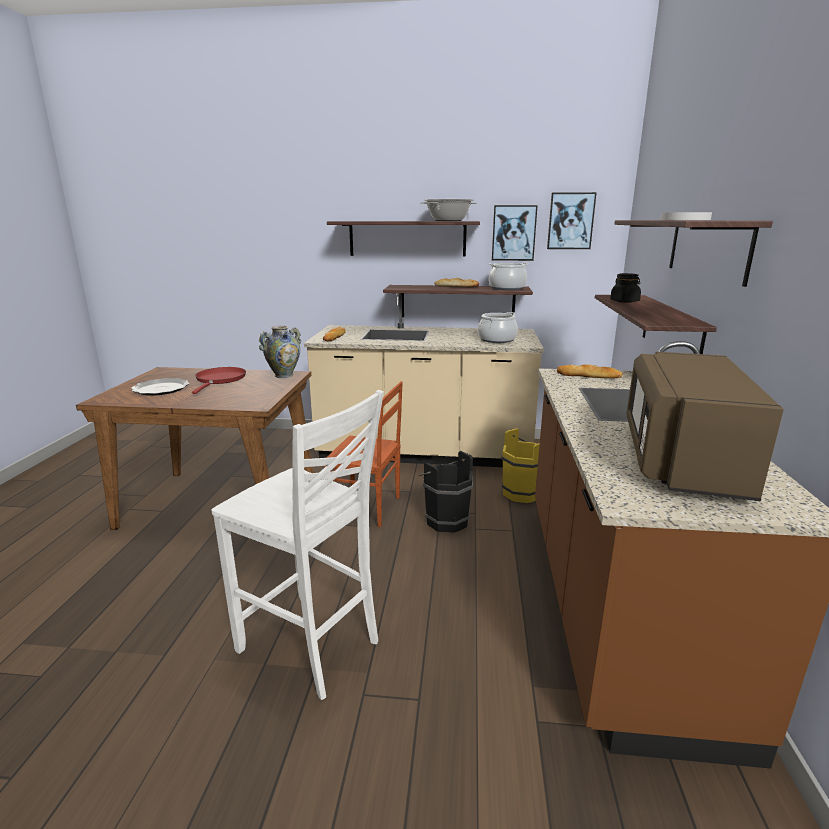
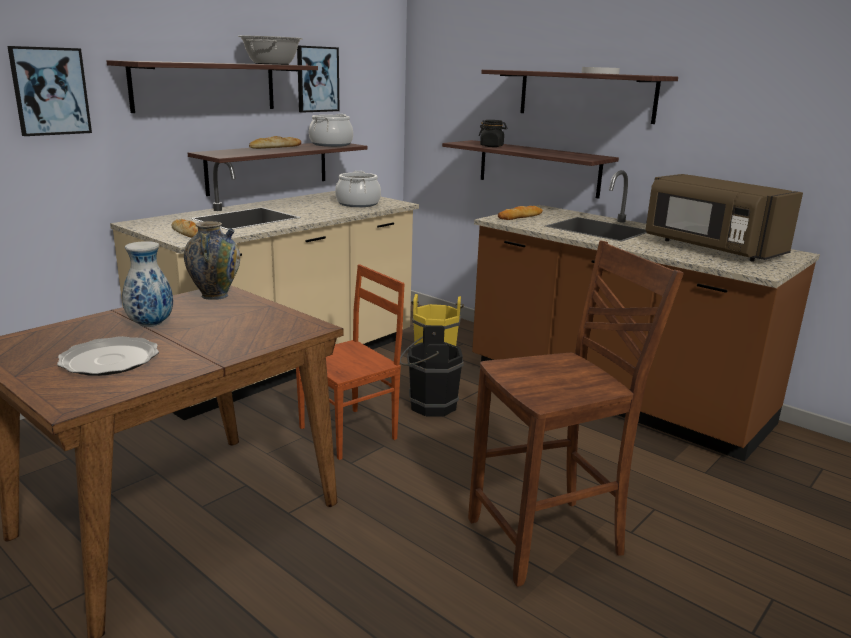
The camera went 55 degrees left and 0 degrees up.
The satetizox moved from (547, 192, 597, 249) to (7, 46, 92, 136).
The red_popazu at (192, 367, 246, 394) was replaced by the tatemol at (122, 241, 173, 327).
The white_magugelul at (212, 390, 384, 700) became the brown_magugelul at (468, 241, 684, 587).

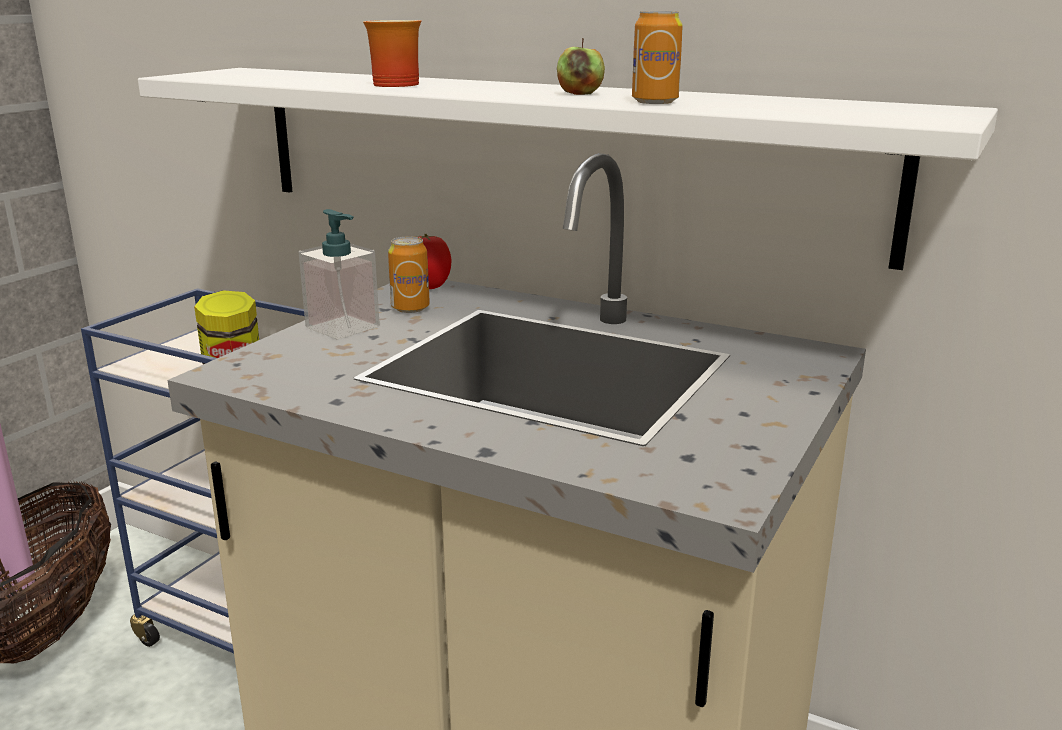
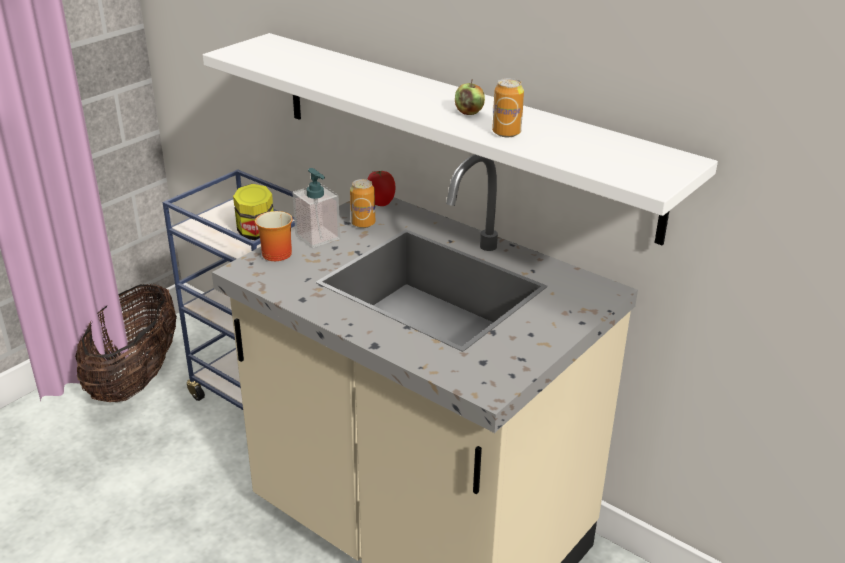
The camera went 10 degrees right and 10 degrees up.
The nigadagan moved from (363, 20, 421, 87) to (255, 211, 293, 261).

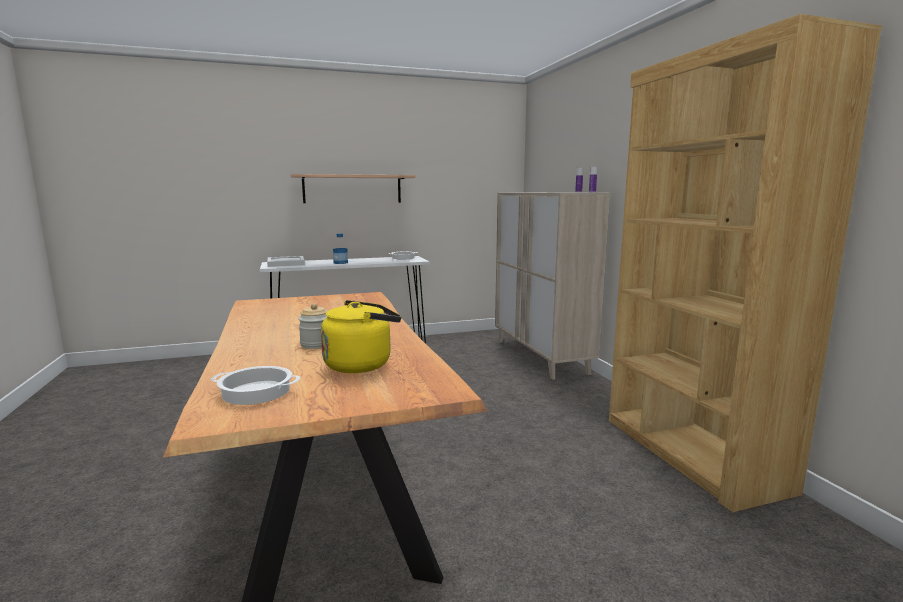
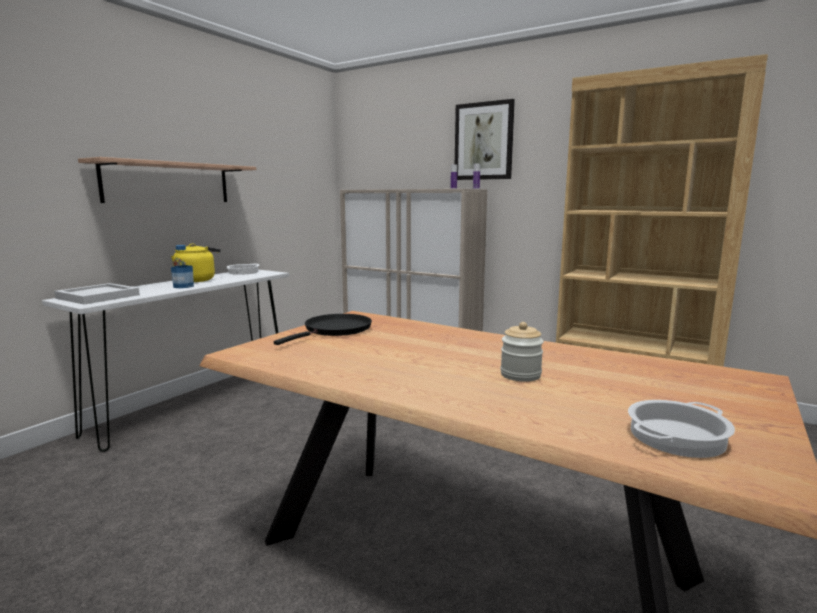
The camera went 40 degrees left and 0 degrees up.
The black_popazu at (274, 314, 372, 345) appeared.
The satetizox at (455, 99, 515, 180) appeared.
The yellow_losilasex moved from (321, 300, 401, 373) to (171, 244, 221, 282).

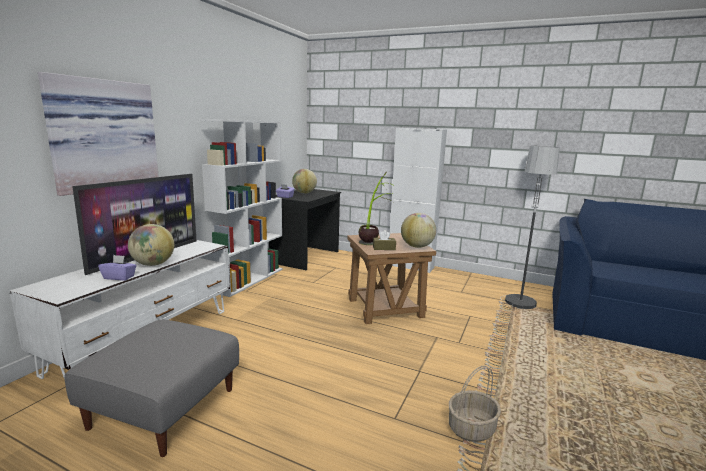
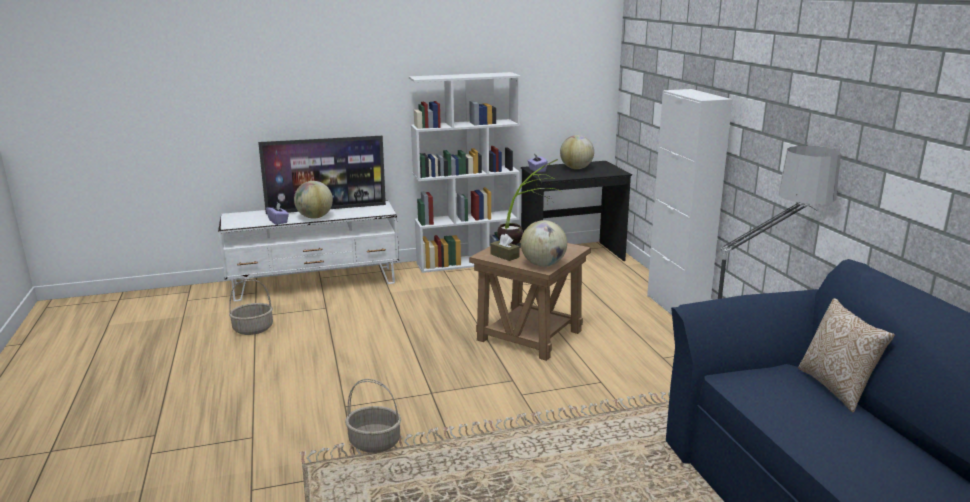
The camera went 50 degrees right and 5 degrees up.
The satetizox at (38, 72, 159, 196) disappeared.
The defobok at (798, 298, 895, 412) appeared.
The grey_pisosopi at (64, 319, 239, 457) was replaced by the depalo at (229, 279, 273, 335).

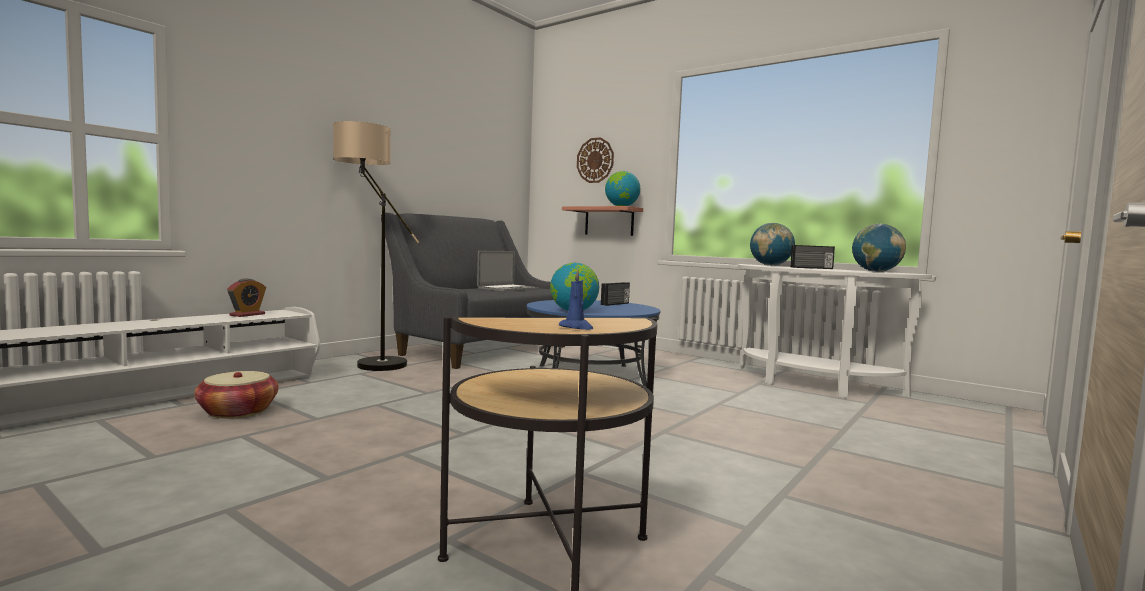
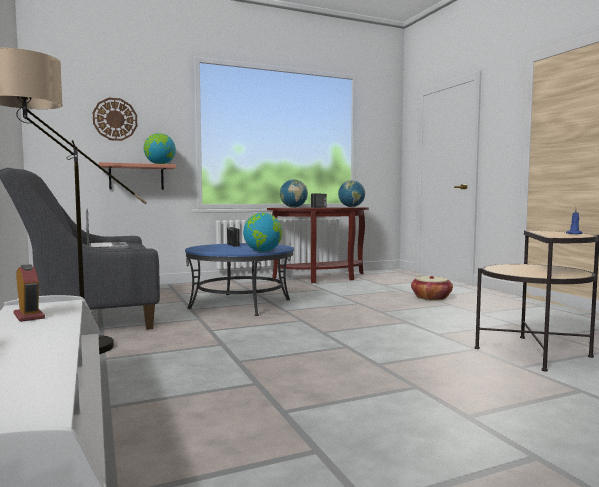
The camera went 60 degrees left and 0 degrees up.
The depalo moved from (194, 371, 279, 419) to (411, 276, 453, 301).
The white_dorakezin at (738, 264, 932, 398) became the brown_dorakezin at (267, 207, 369, 283).

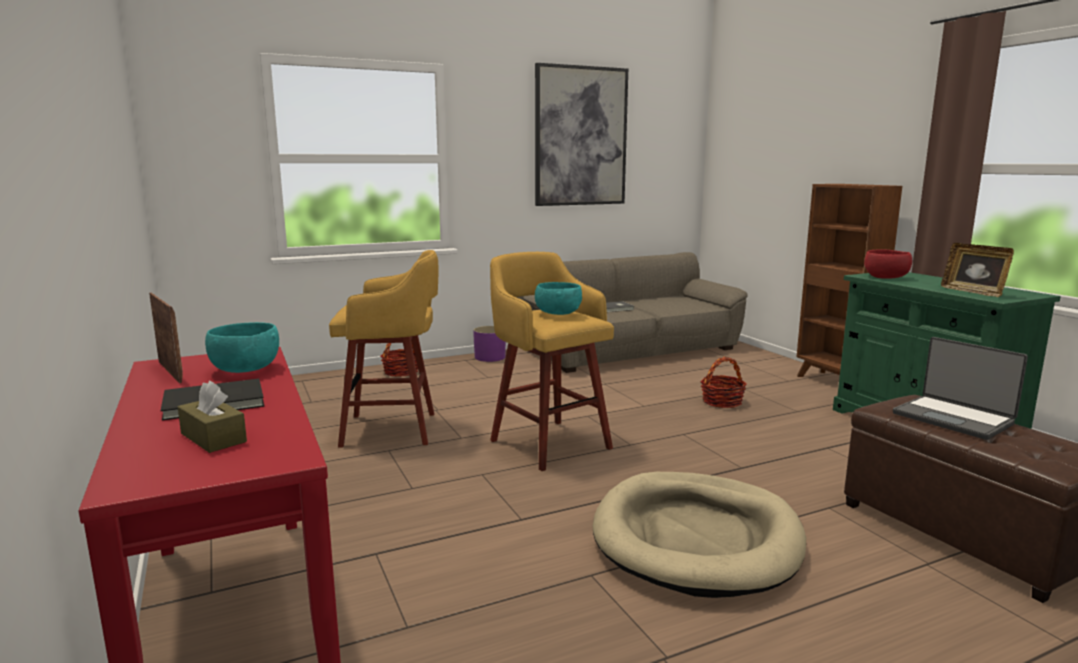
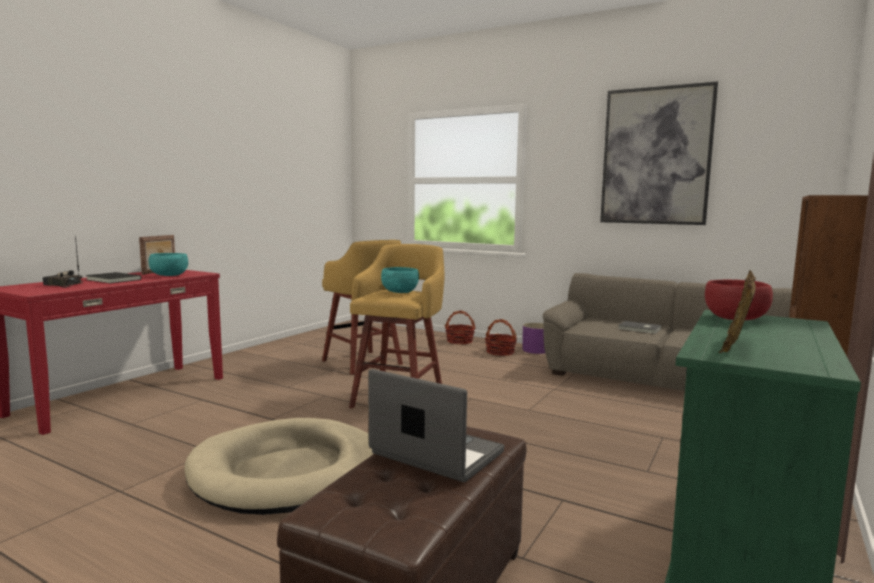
The camera went 55 degrees right and 5 degrees down.
The depalo moved from (700, 357, 747, 408) to (485, 319, 517, 356).
The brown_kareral at (178, 380, 247, 453) was replaced by the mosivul at (43, 236, 83, 288).
The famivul at (893, 337, 1028, 440) turned 105 degrees clockwise.

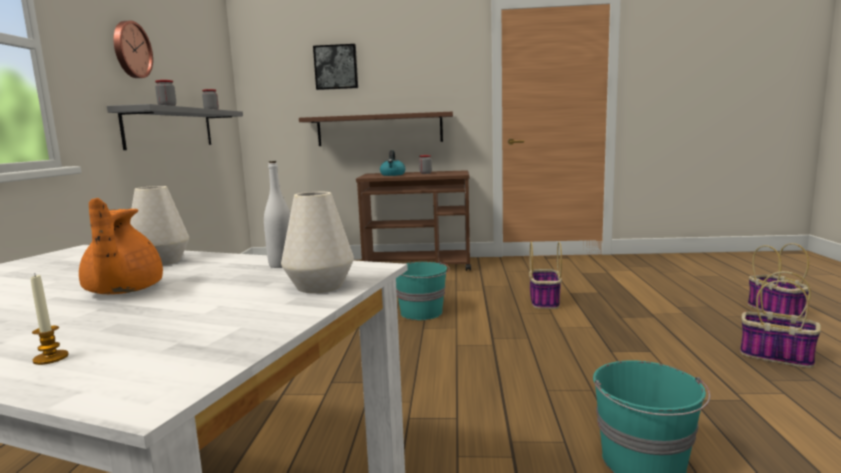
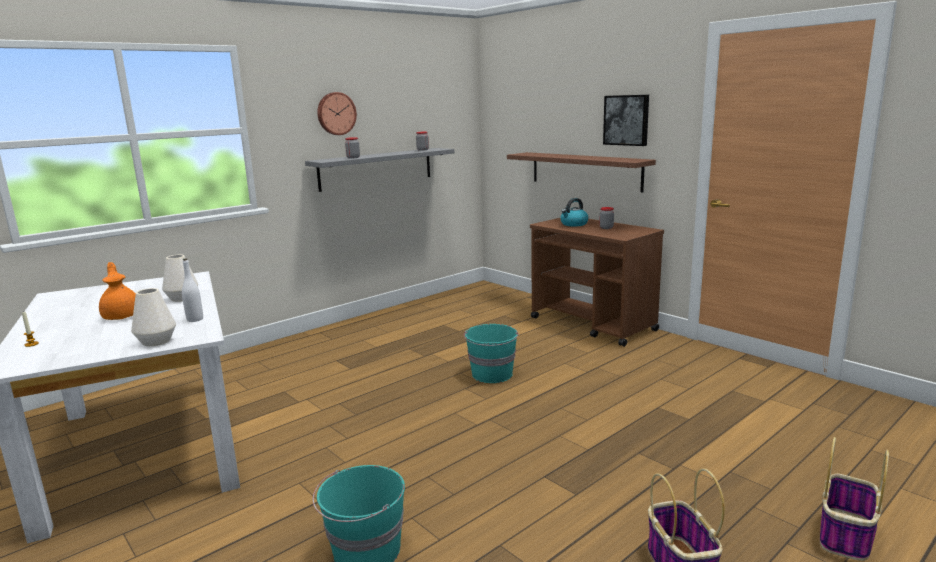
The camera went 45 degrees right and 5 degrees up.
The depalo at (529, 241, 562, 309) disappeared.
The satetizox moved from (313, 44, 358, 90) to (603, 95, 649, 146).
The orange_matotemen at (79, 198, 163, 294) turned 120 degrees clockwise.

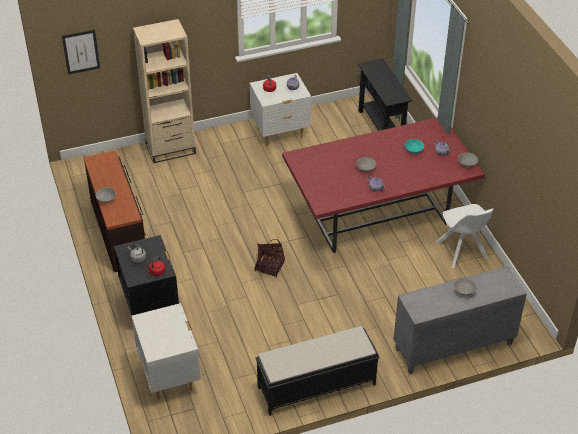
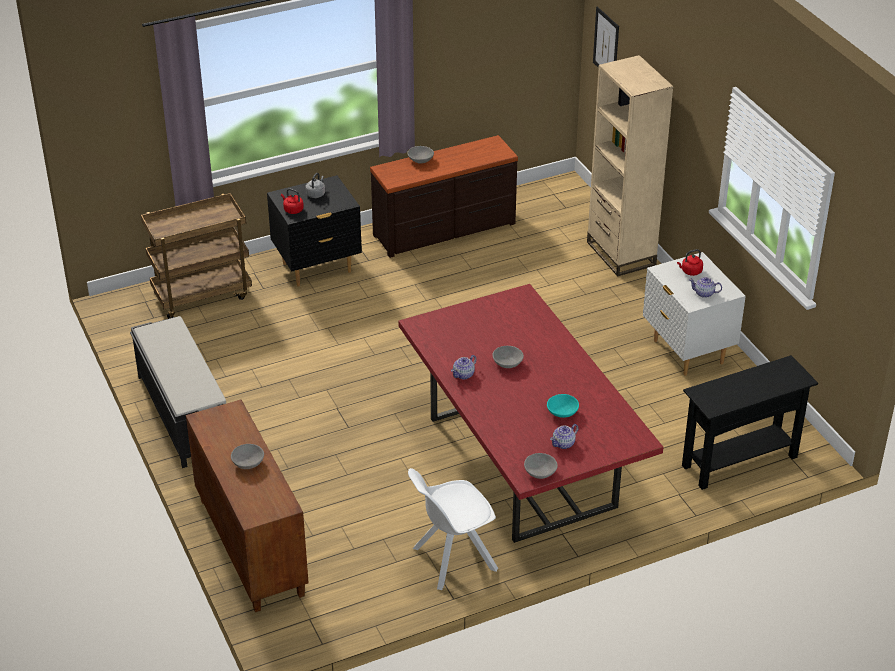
The camera went 85 degrees right and 5 degrees down.
The depalo at (254, 239, 285, 277) disappeared.
The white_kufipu at (132, 303, 201, 400) was replaced by the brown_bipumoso at (141, 193, 252, 319).
The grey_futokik at (394, 266, 527, 374) became the brown_futokik at (186, 400, 309, 612).

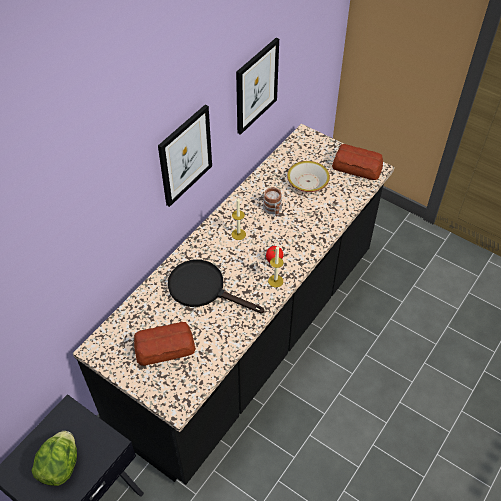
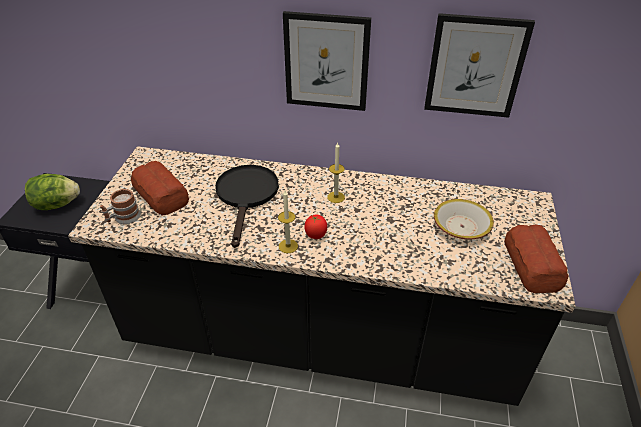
The camera went 65 degrees right and 10 degrees down.
The nigadagan moved from (263, 187, 282, 216) to (100, 189, 141, 224).

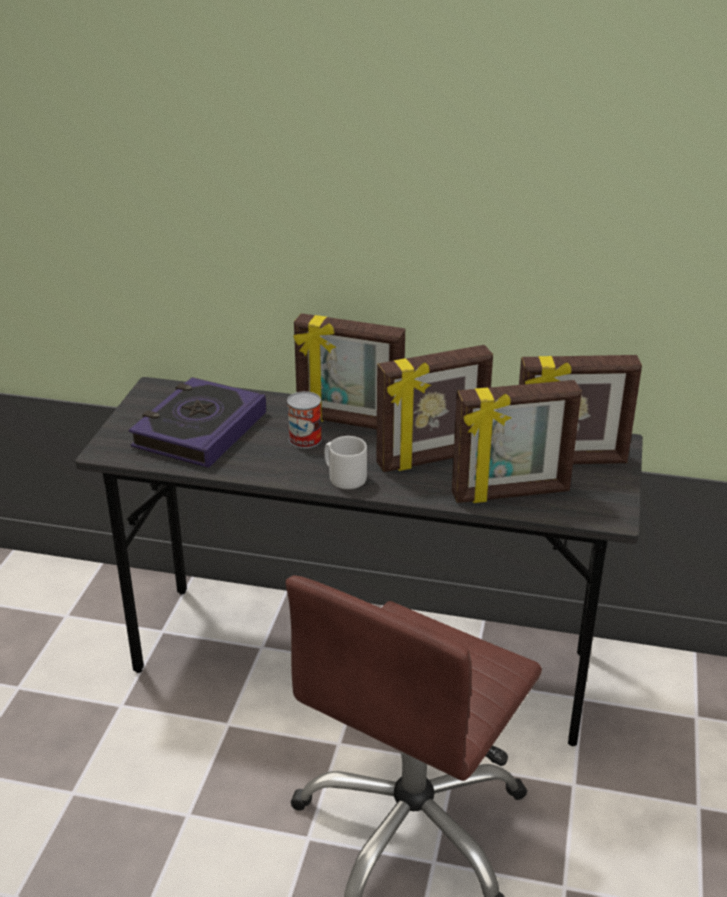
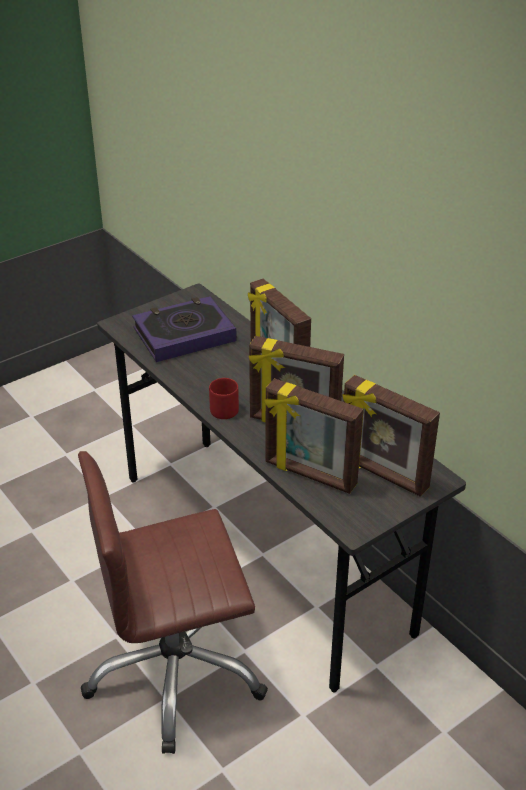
The camera went 40 degrees right and 5 degrees up.
The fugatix at (287, 391, 322, 448) disappeared.
The grey_nigadagan at (324, 436, 367, 489) became the red_nigadagan at (209, 378, 239, 419).

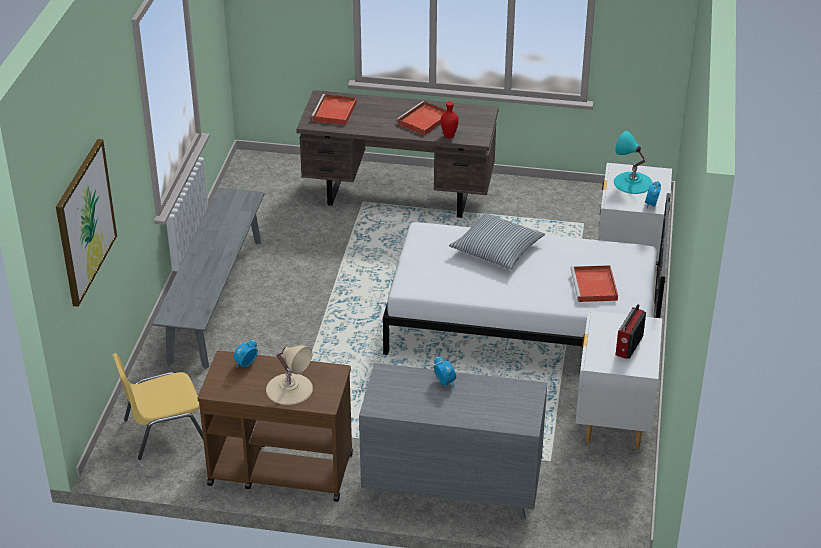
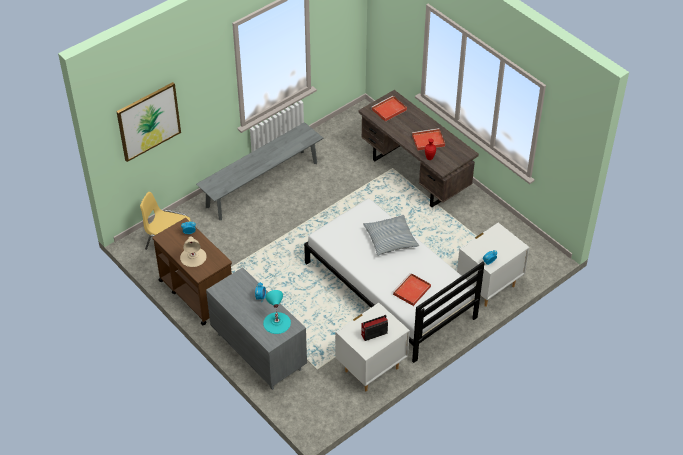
The camera went 40 degrees right and 10 degrees up.
The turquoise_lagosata moved from (614, 131, 653, 194) to (263, 290, 291, 334).

